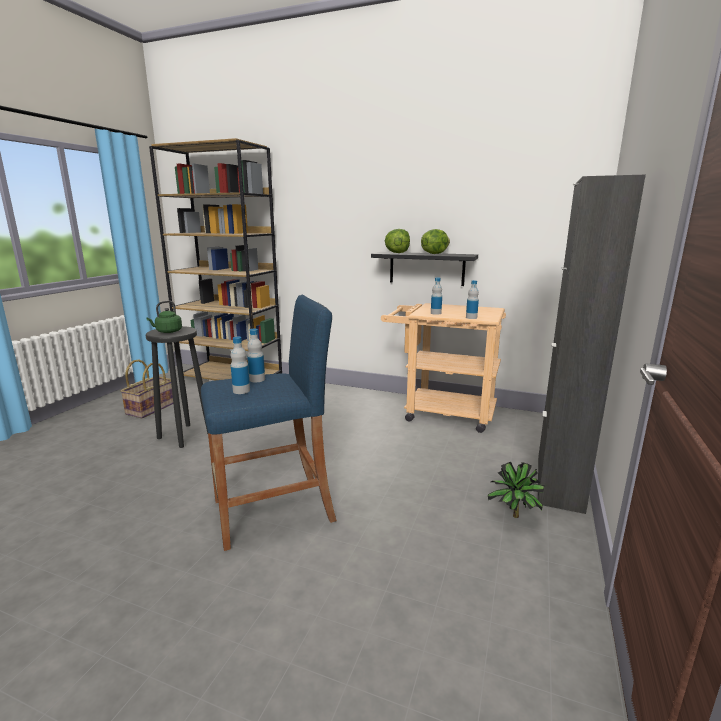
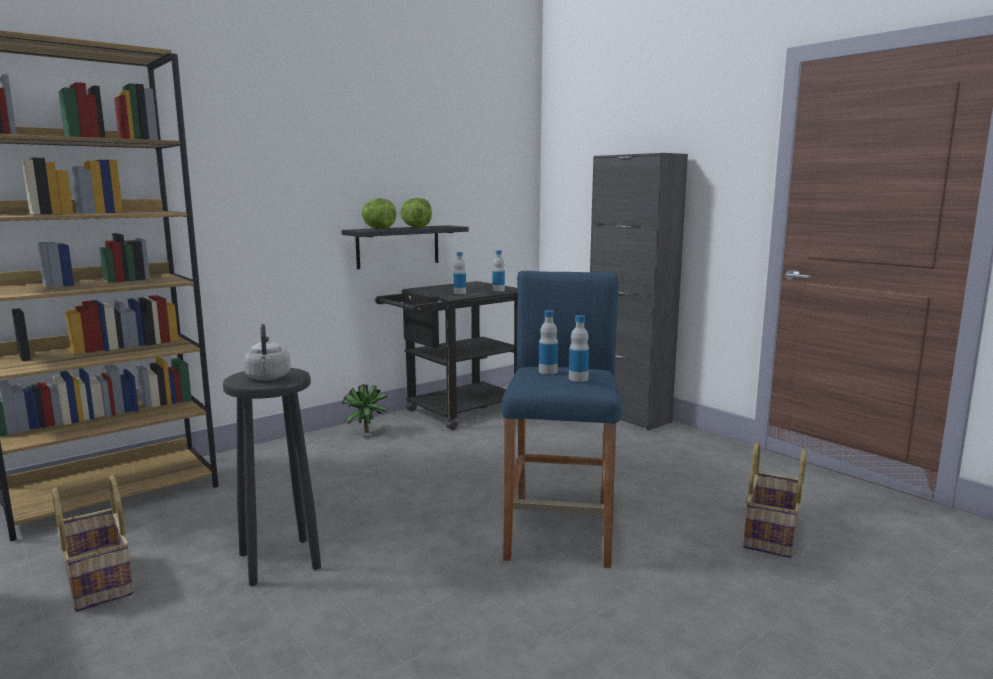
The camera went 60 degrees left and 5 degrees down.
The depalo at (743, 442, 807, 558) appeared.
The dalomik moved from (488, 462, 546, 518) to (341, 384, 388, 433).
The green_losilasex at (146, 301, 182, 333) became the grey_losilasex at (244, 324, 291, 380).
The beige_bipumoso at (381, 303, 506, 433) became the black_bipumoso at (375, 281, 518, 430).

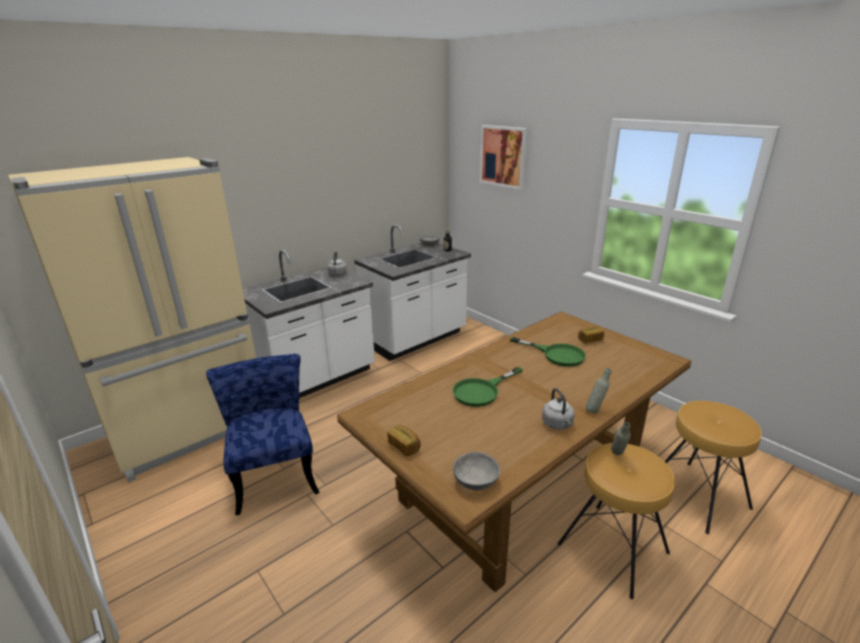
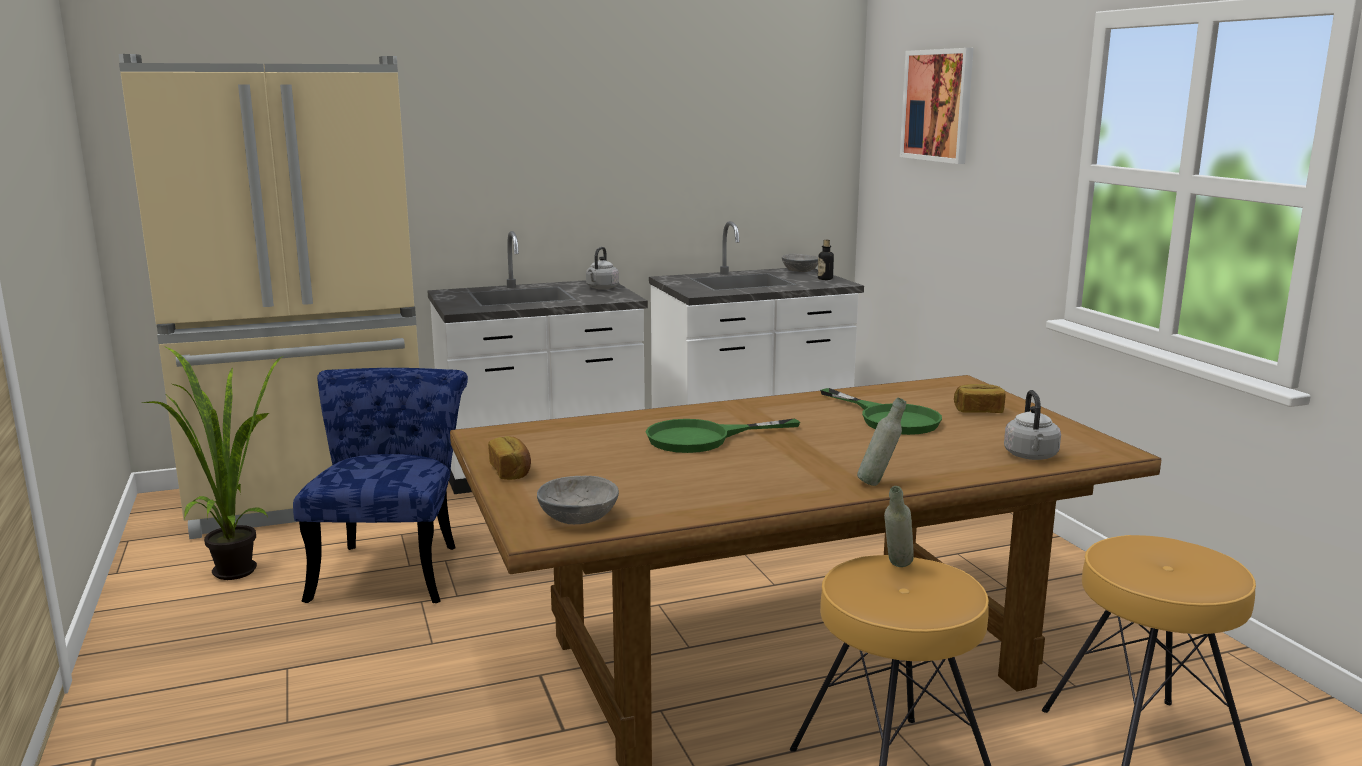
The camera went 20 degrees right and 10 degrees down.
The dalomik at (142, 347, 283, 580) appeared.
The grey_losilasex moved from (542, 388, 575, 430) to (1004, 390, 1061, 460).

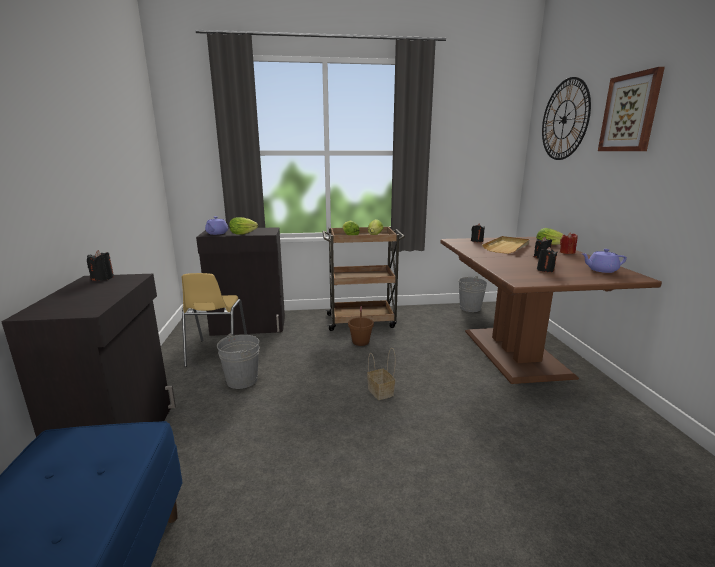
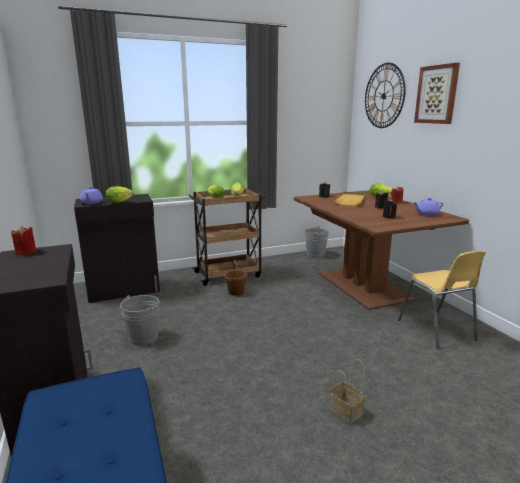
The camera went 15 degrees left and 0 degrees up.
The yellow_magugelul moved from (181, 273, 247, 367) to (398, 251, 486, 349).
The depalo moved from (367, 348, 396, 400) to (329, 359, 366, 423).
The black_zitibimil at (87, 250, 114, 281) became the red_zitibimil at (11, 225, 36, 255).

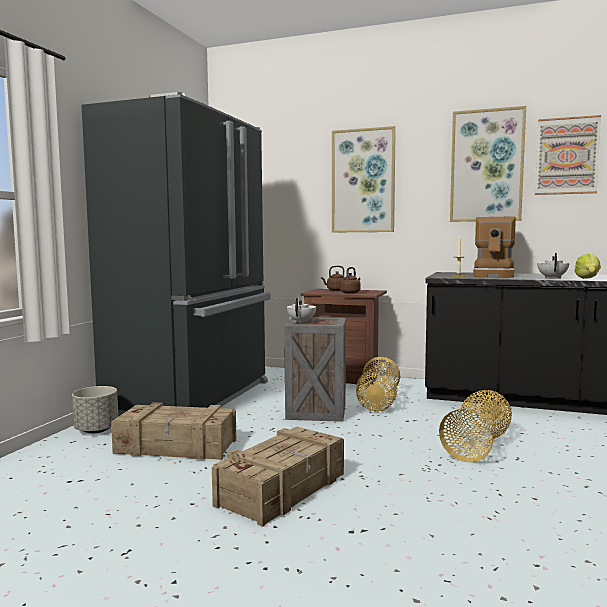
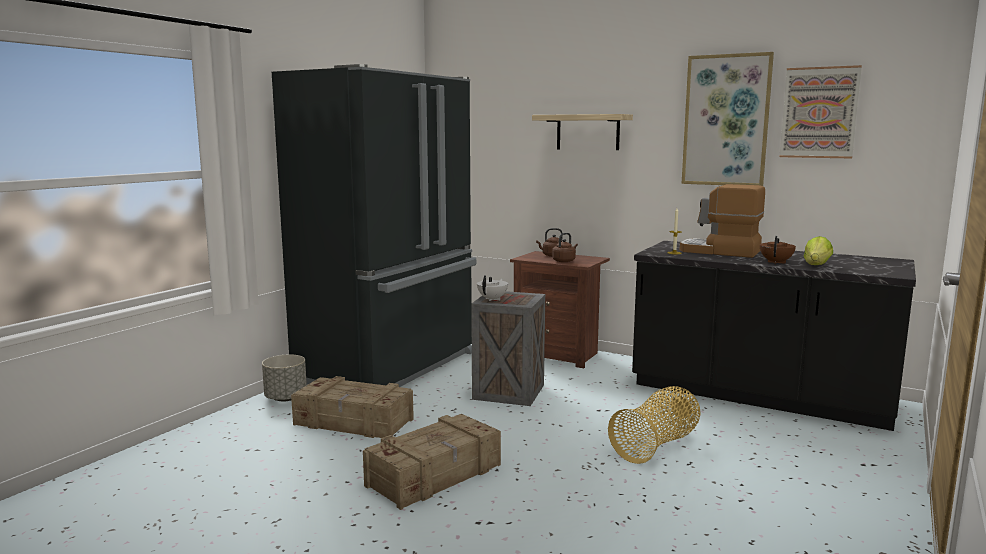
The camera went 10 degrees right and 5 degrees up.
The depalo at (356, 357, 400, 411) disappeared.
The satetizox at (332, 126, 396, 232) was replaced by the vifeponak at (532, 114, 633, 150).
The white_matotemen at (537, 253, 569, 279) became the brown_matotemen at (760, 236, 796, 264).
The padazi at (473, 216, 516, 278) turned 90 degrees clockwise.

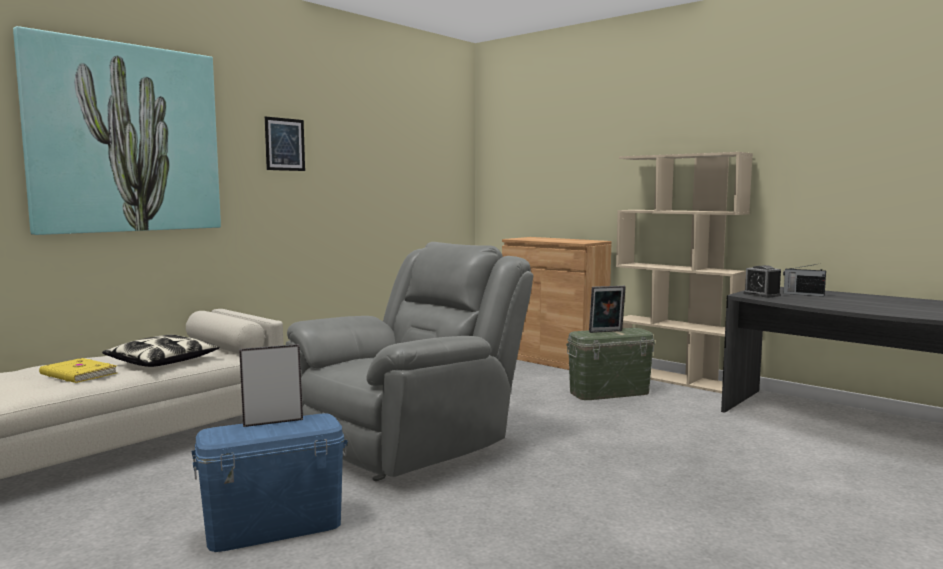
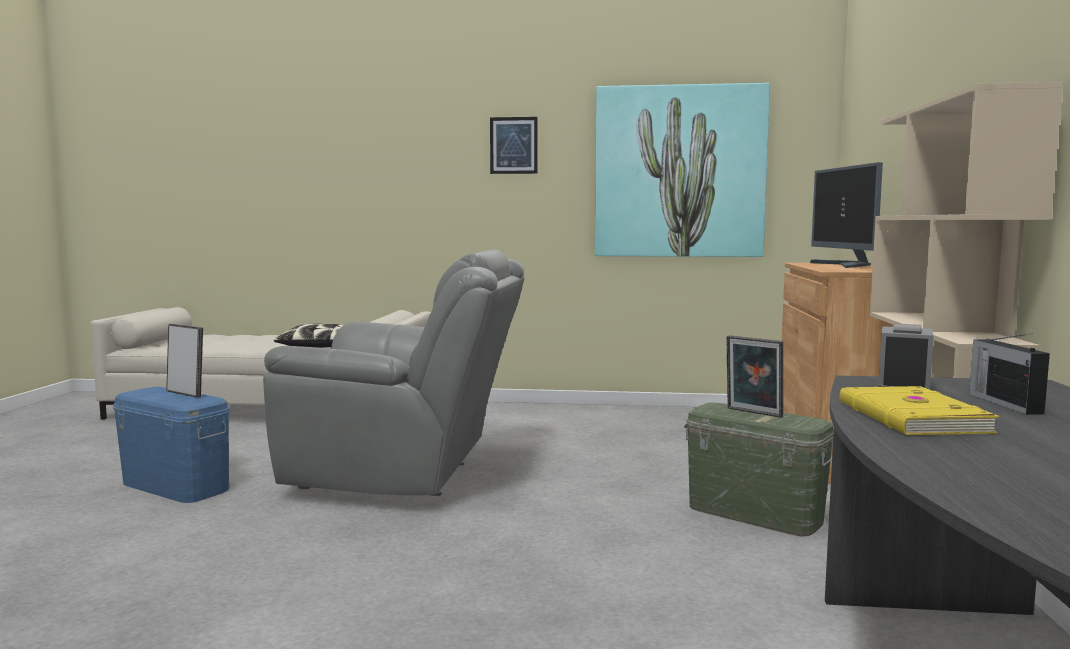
The camera went 55 degrees right and 0 degrees up.
The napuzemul at (810, 162, 883, 268) appeared.
The satetizox moved from (13, 26, 221, 235) to (595, 83, 770, 257).
The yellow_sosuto moved from (39, 358, 117, 383) to (840, 386, 999, 435).

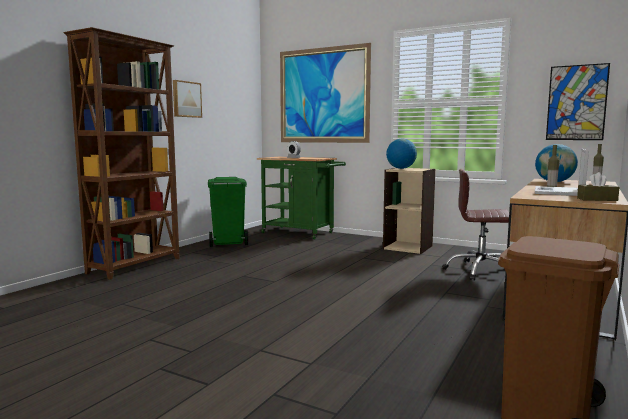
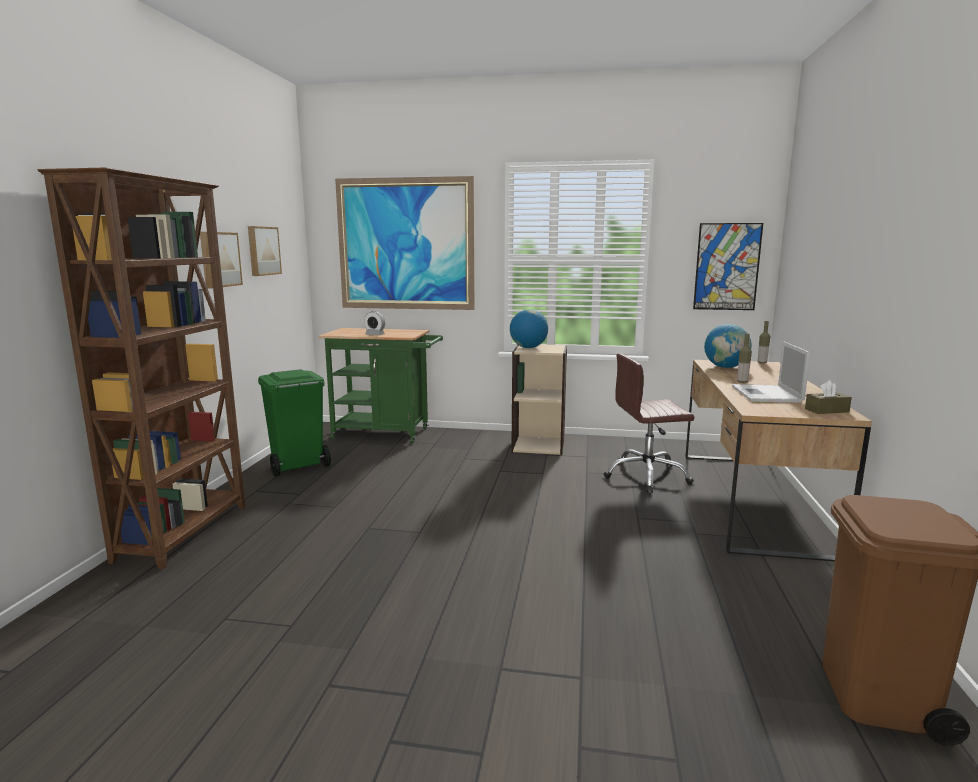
The camera went 20 degrees left and 5 degrees up.
The satetizox at (248, 226, 282, 276) appeared.

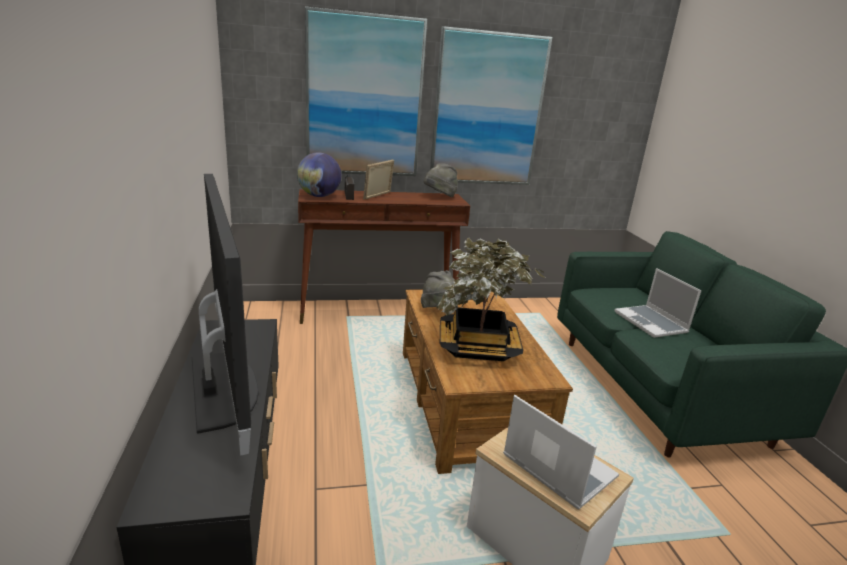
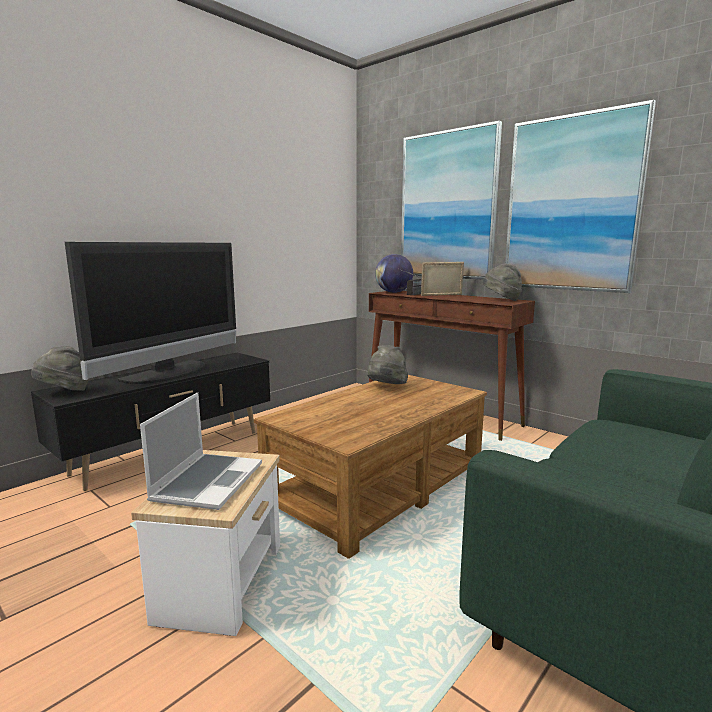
The camera went 55 degrees right and 10 degrees down.
The dalomik at (436, 238, 545, 361) disappeared.
The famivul at (614, 268, 701, 338) disappeared.
The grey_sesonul at (31, 346, 89, 391) appeared.

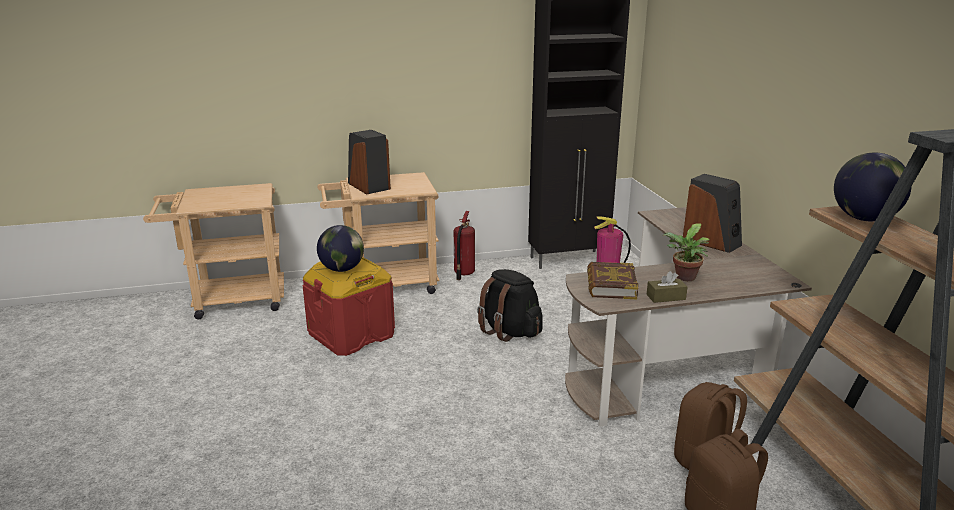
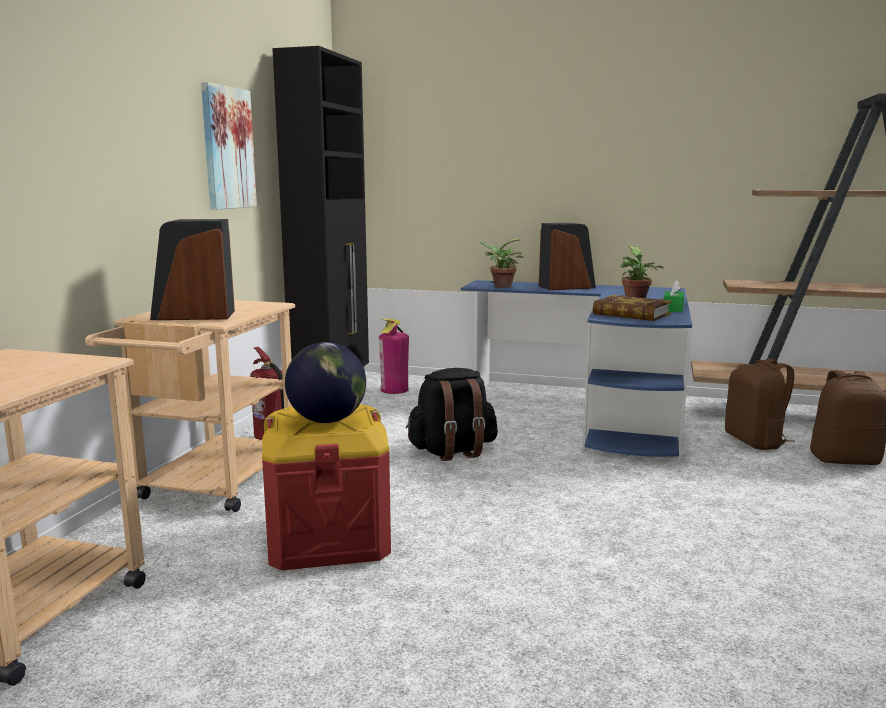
The camera went 60 degrees left and 10 degrees down.
The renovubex at (834, 153, 912, 221) disappeared.
The satetizox at (201, 82, 257, 210) appeared.
The dalomik at (480, 239, 523, 288) appeared.
The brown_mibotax at (565, 207, 812, 427) became the blue_mibotax at (461, 280, 692, 462).
The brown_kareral at (646, 271, 688, 303) became the green_kareral at (664, 280, 684, 312).

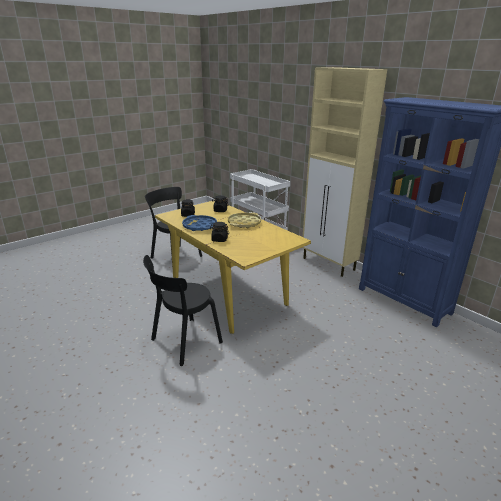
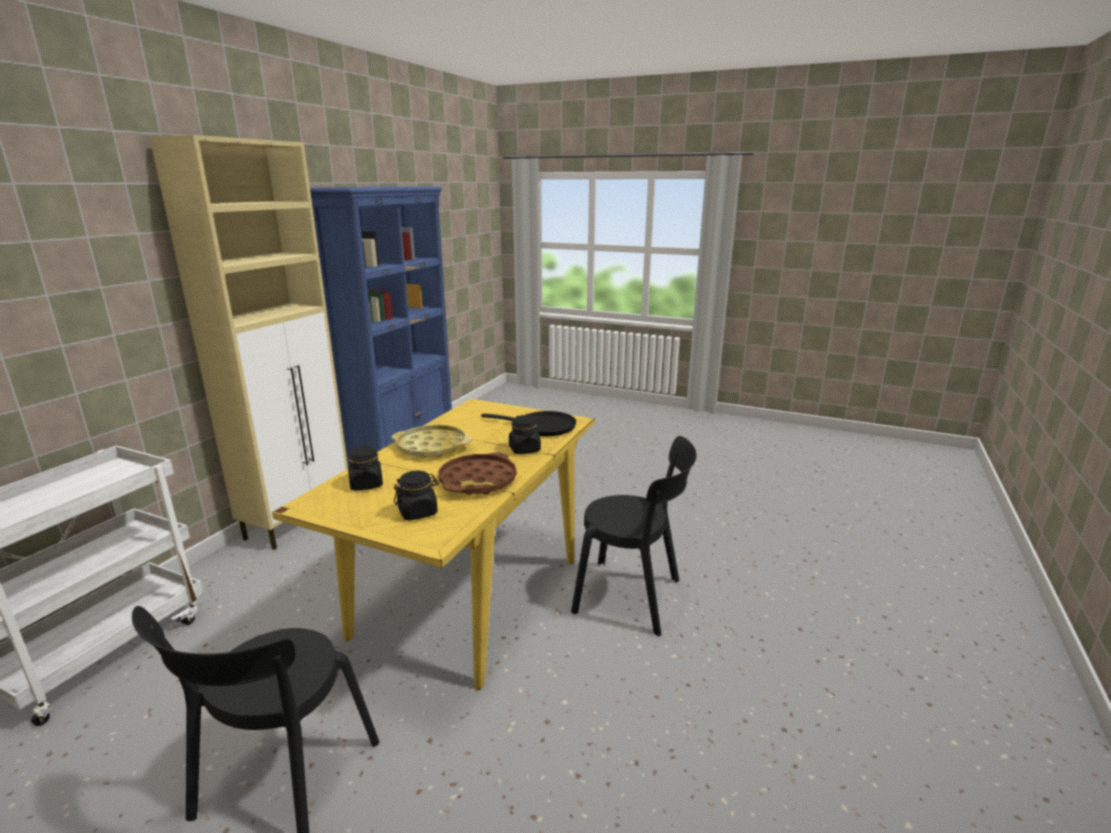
The camera went 115 degrees left and 5 degrees down.
The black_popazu at (481, 411, 576, 436) appeared.
The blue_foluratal at (182, 215, 217, 231) became the brown_foluratal at (438, 452, 517, 495).

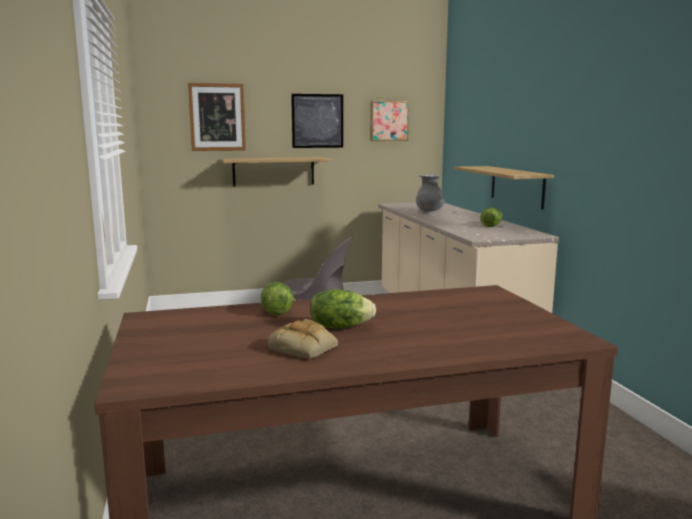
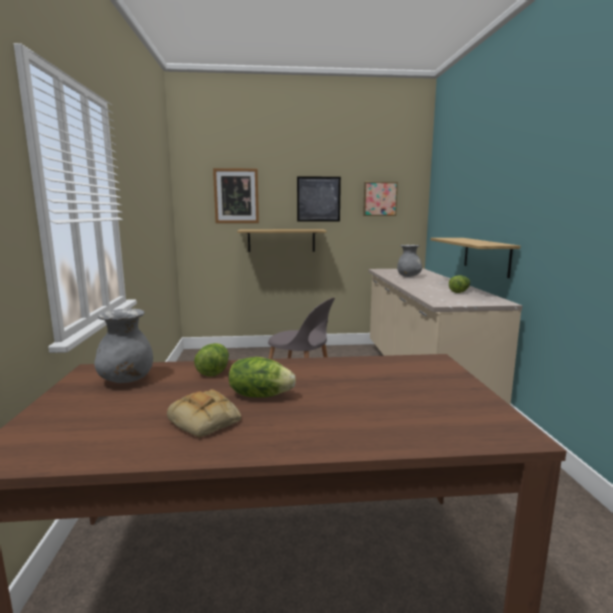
The camera went 10 degrees right and 0 degrees up.
The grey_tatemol at (94, 309, 153, 383) appeared.

